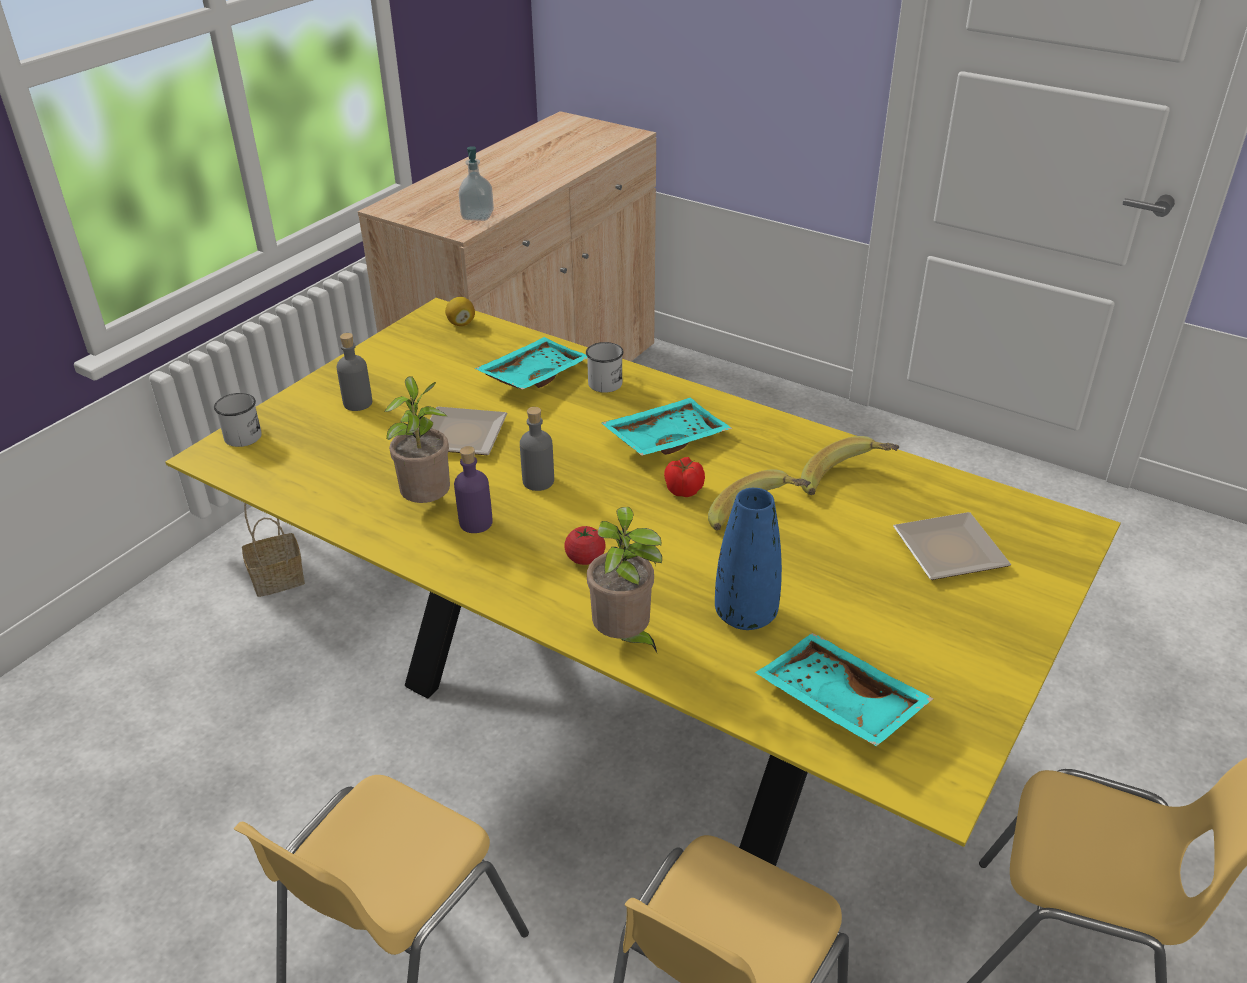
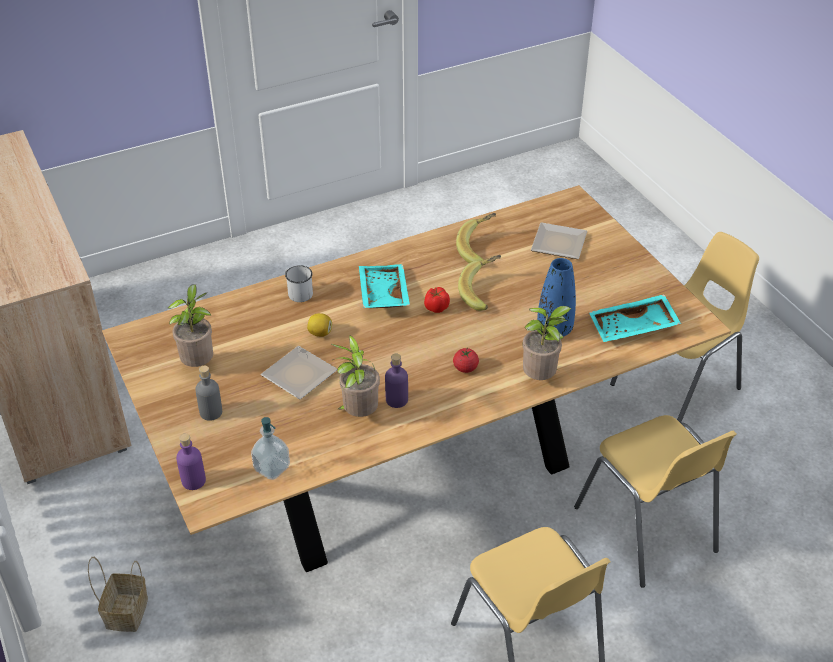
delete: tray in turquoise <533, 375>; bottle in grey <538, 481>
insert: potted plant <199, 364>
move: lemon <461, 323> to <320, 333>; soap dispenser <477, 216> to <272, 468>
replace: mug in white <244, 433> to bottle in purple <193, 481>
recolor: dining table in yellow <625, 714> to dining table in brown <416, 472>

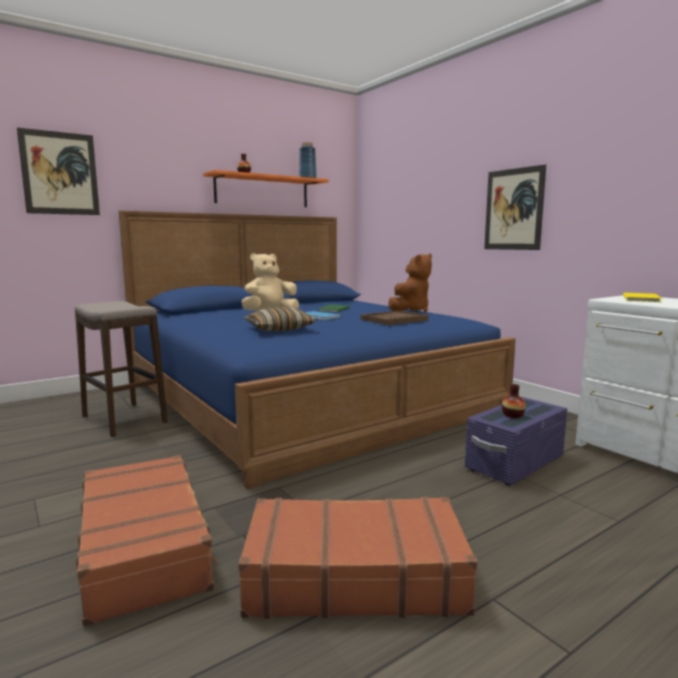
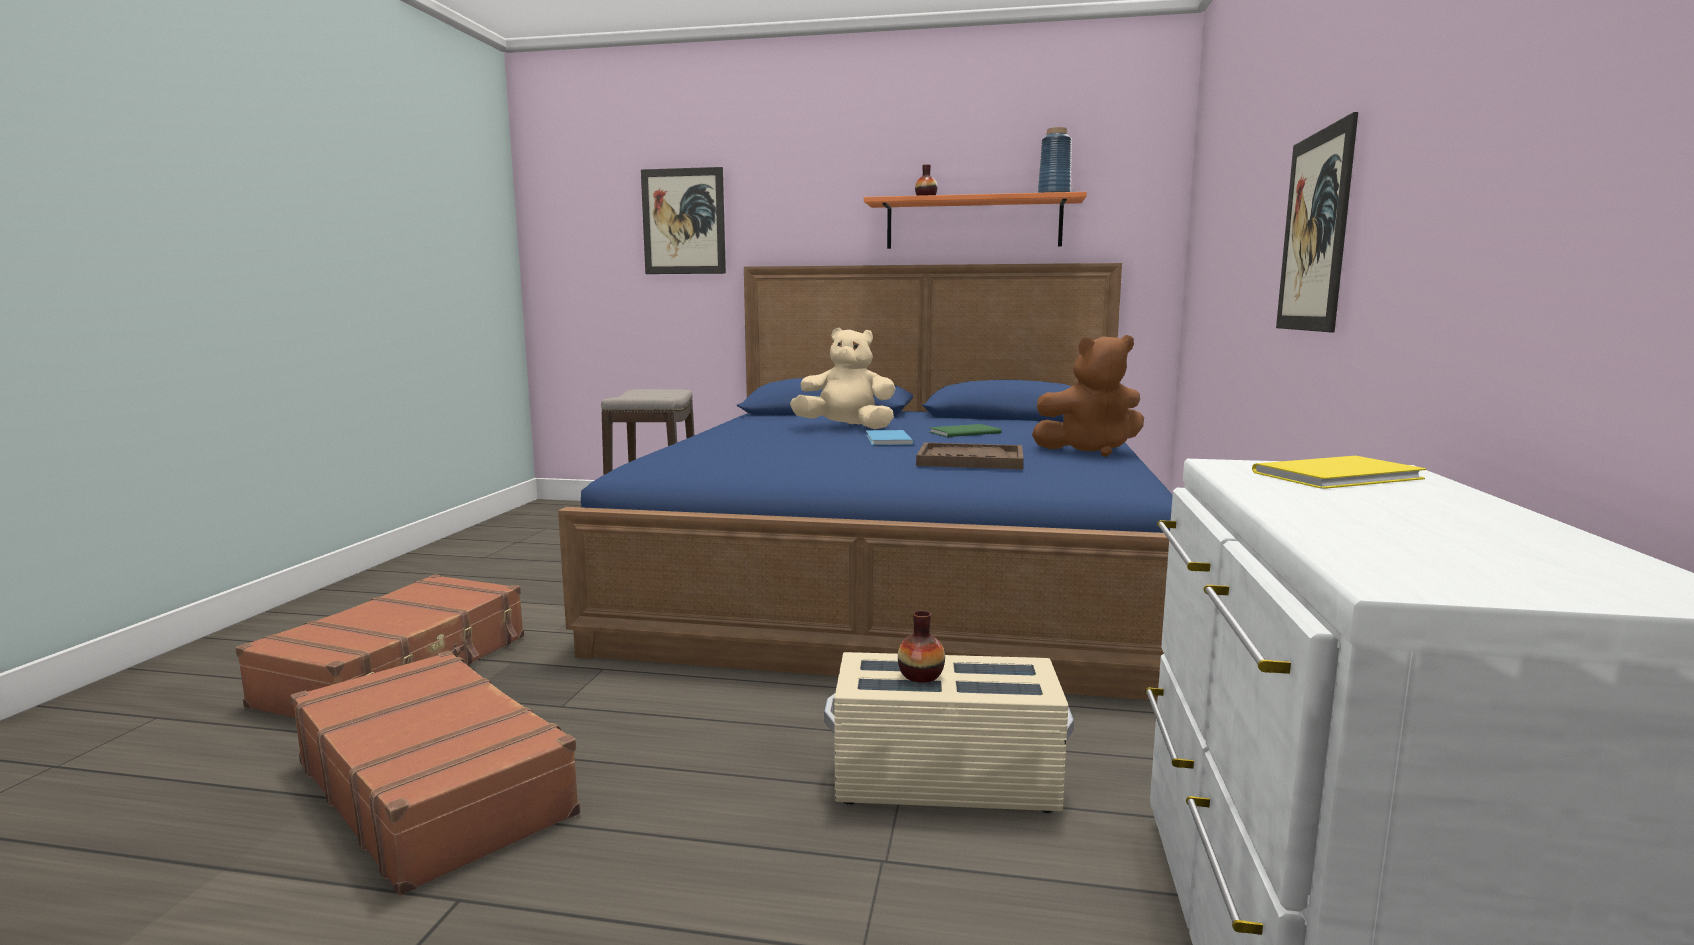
delete: pillow <279, 329>
recolor: storage box in purple <514, 463> to storage box in beige <944, 782>

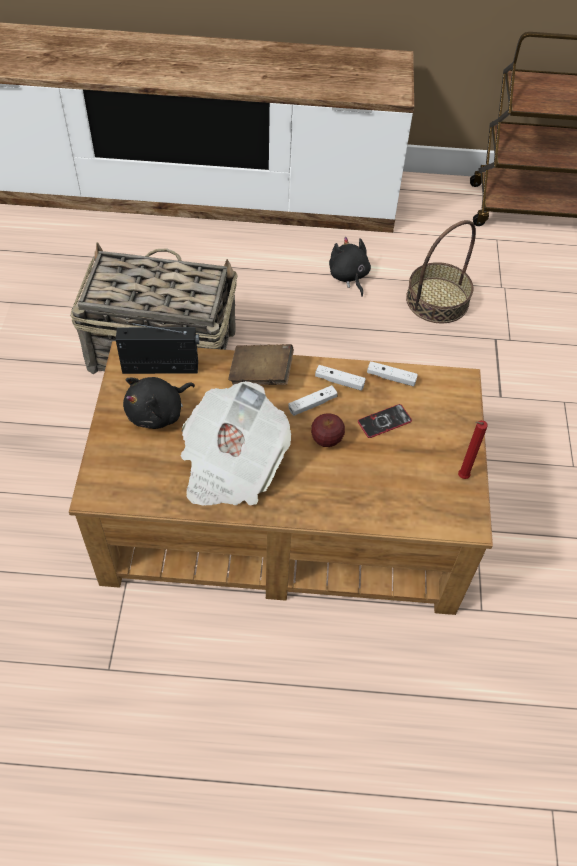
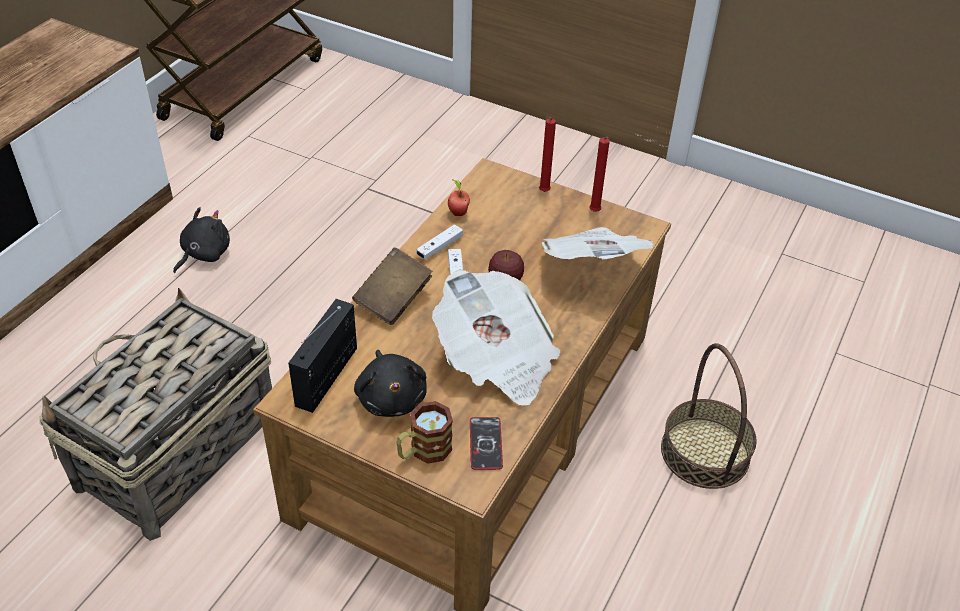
insert: mug <423, 451>; candle in red <543, 192>; newspaper <593, 266>
move: phone <384, 421> to <485, 444>; basket <437, 300> to <705, 452>
replace: game controller in white <391, 377> to apple <457, 213>
rotate: plush toy in black <349, 276> = <204, 254> 120 degrees clockwise

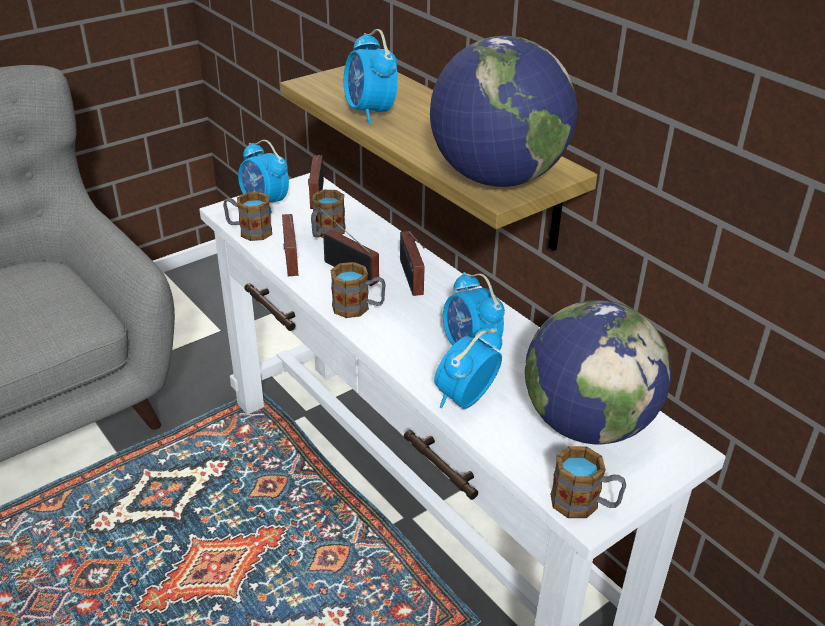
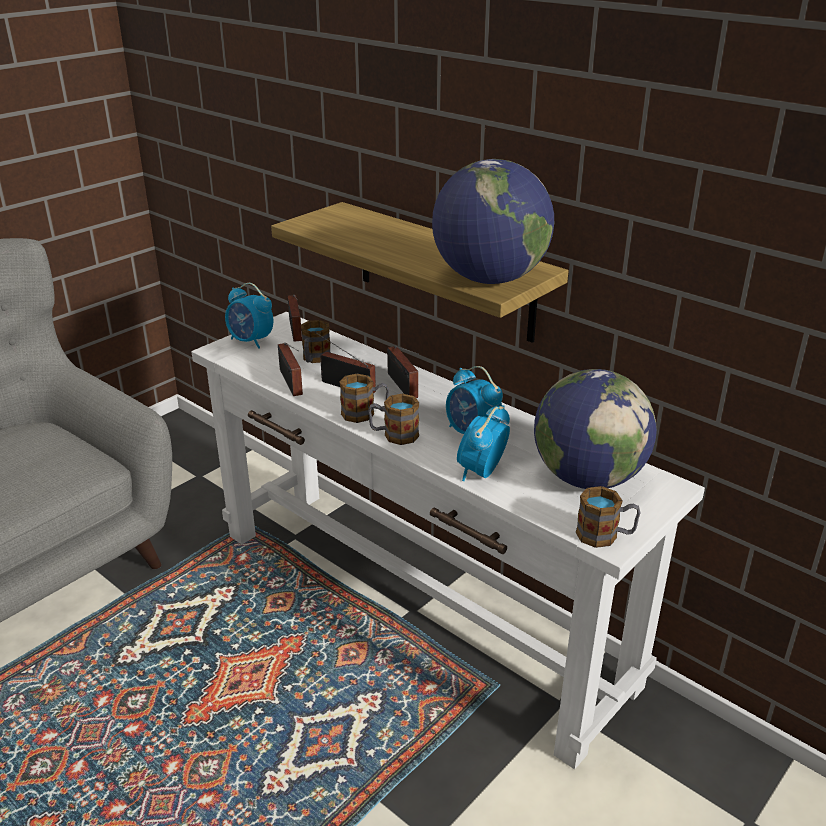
delete: alarm clock <370, 112>
move: mug <249, 231> to <394, 435>

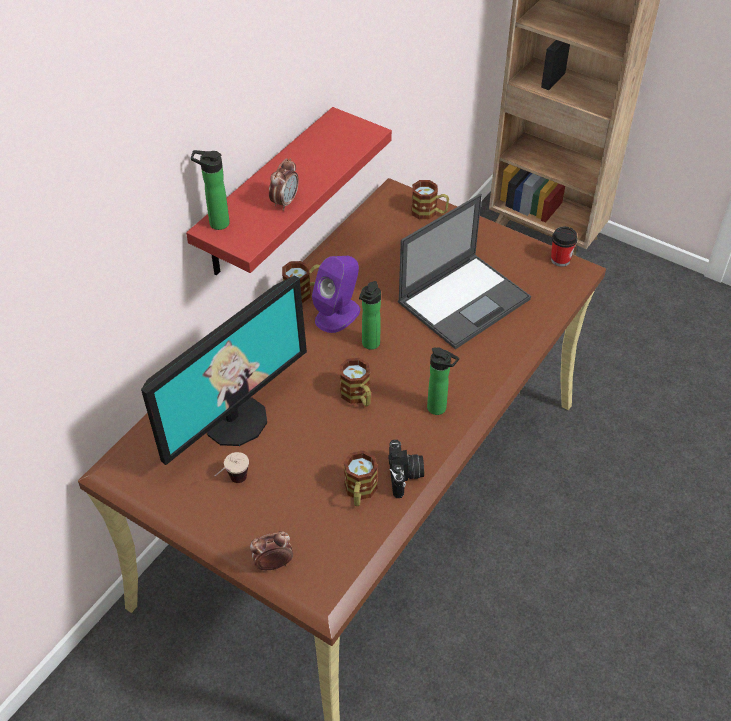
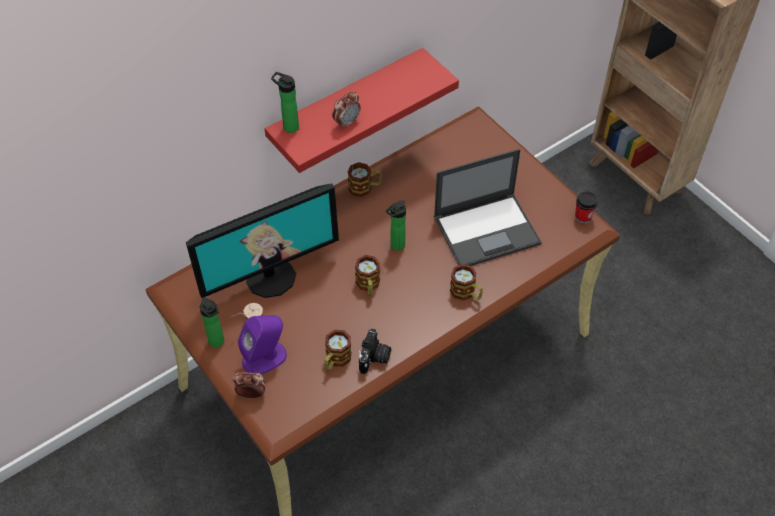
move: speaker in purple <338, 314> to <265, 358>; mug <429, 212> to <466, 293>; bottle <439, 409> to <217, 343>

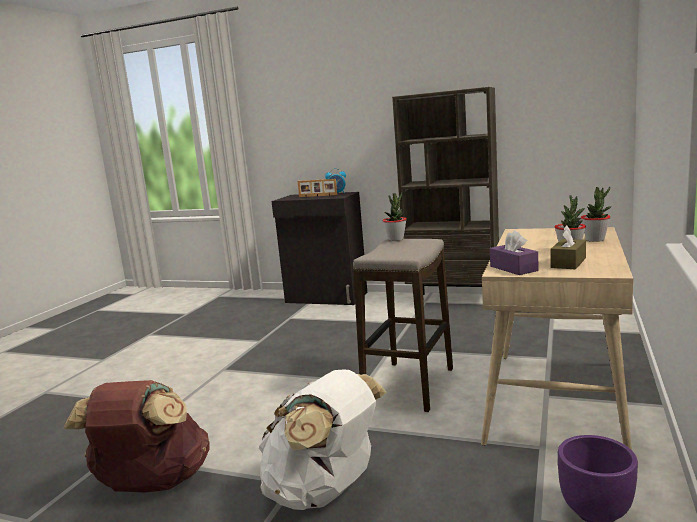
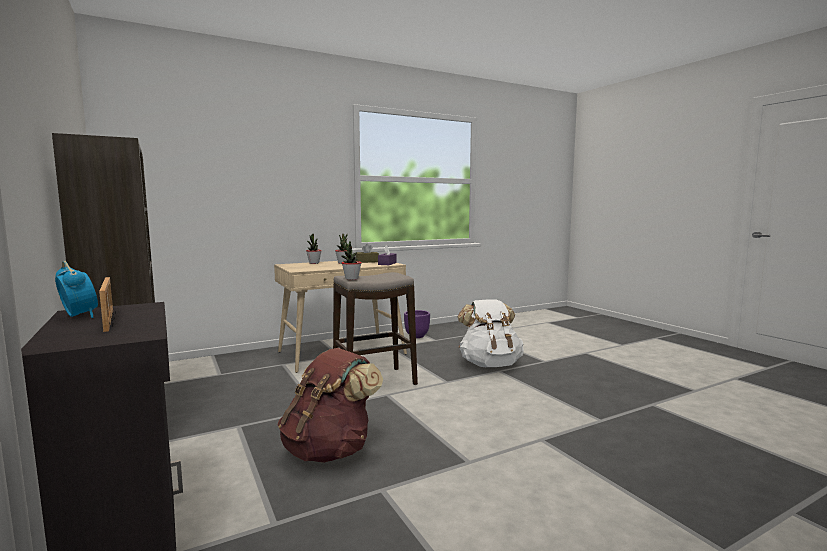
move: backpack in brown <151, 485> to <330, 450>

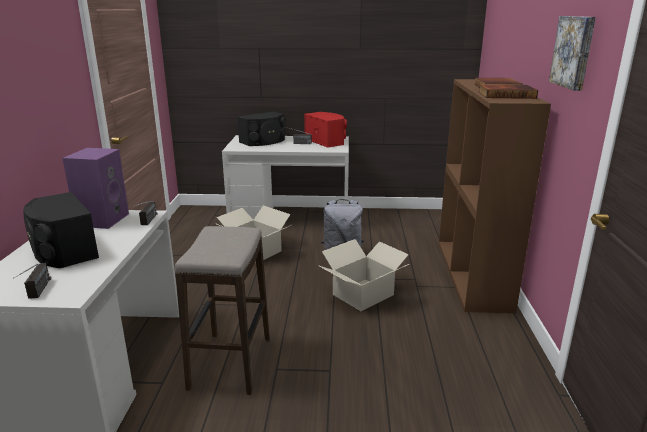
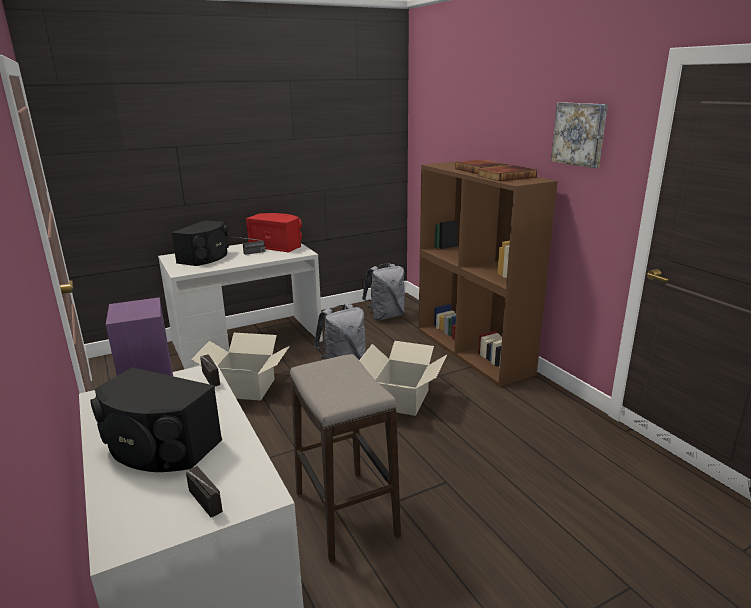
insert: backpack in grey <385, 316>

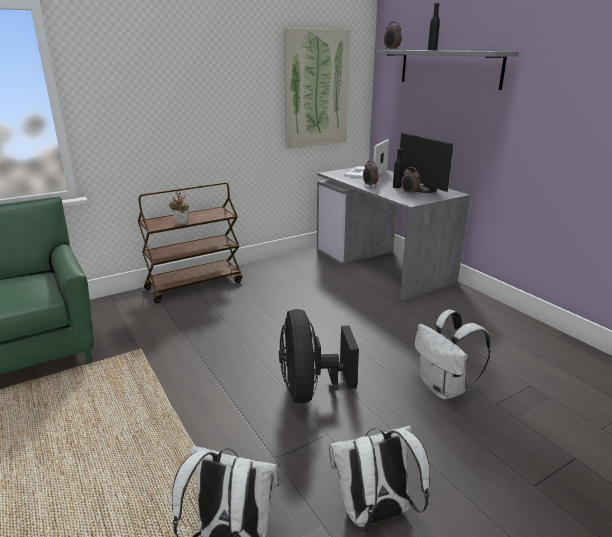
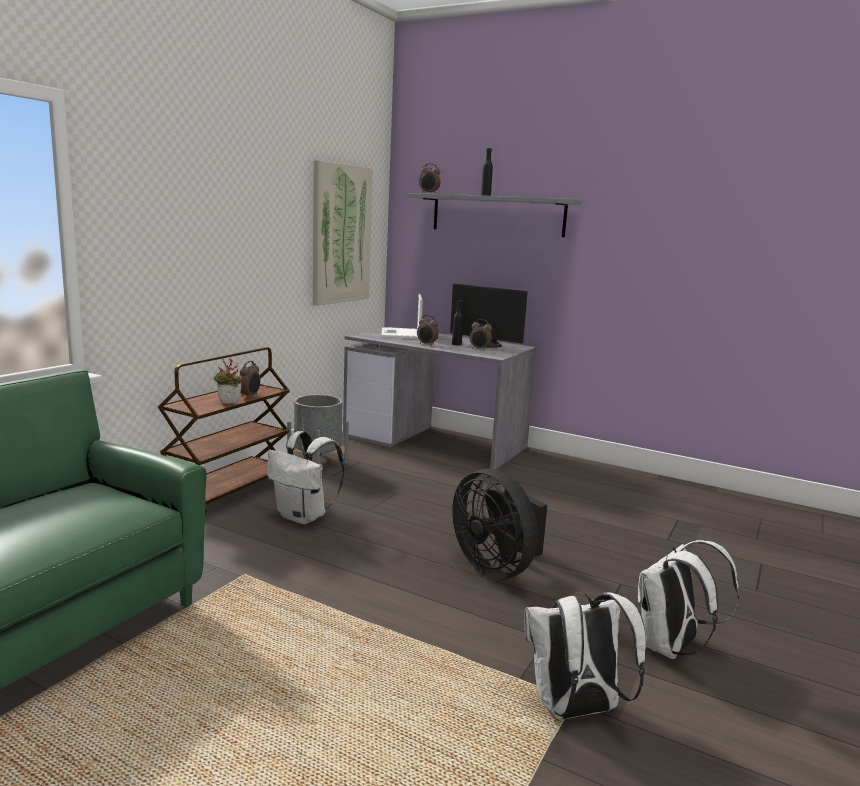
insert: alarm clock <250, 396>; planter in grey <317, 463>
move: backpack in white <444, 388> to <304, 517>

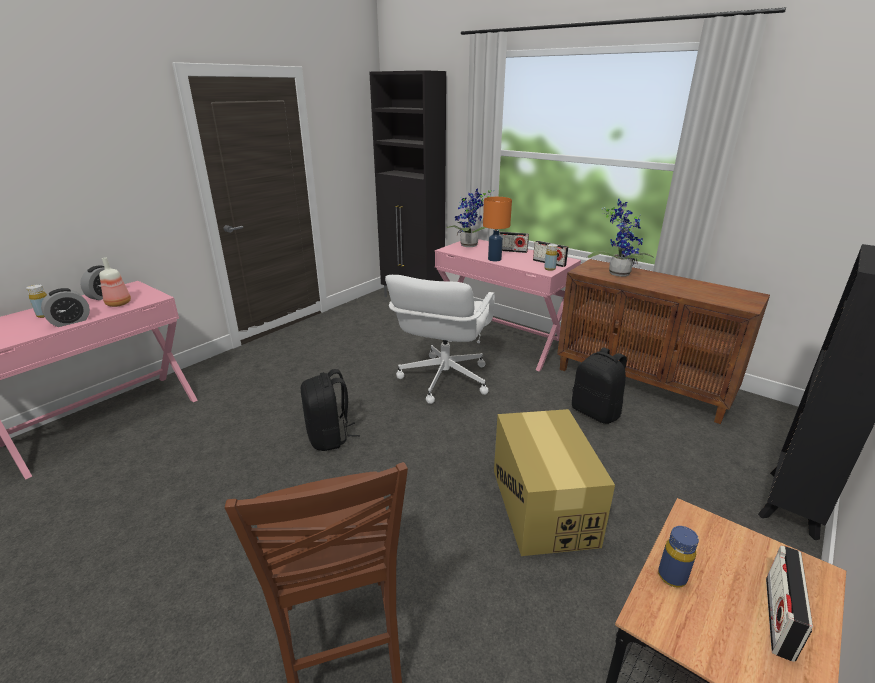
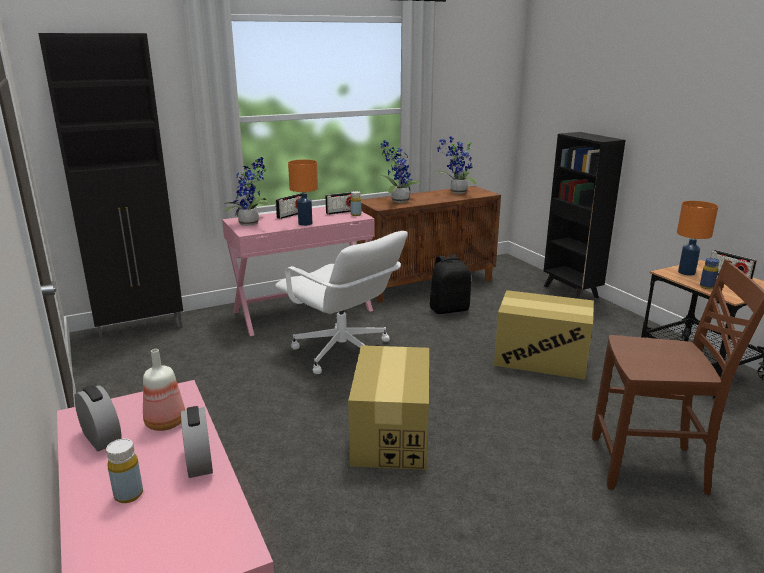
insert: potted plant <456, 192>; table lamp in orange <686, 272>
replace: backpack in black <329, 437> to cardboard box <391, 433>

